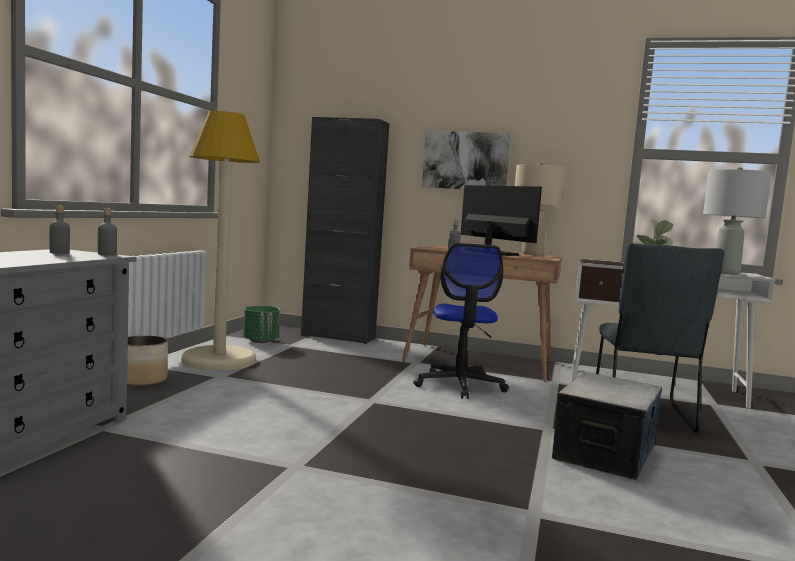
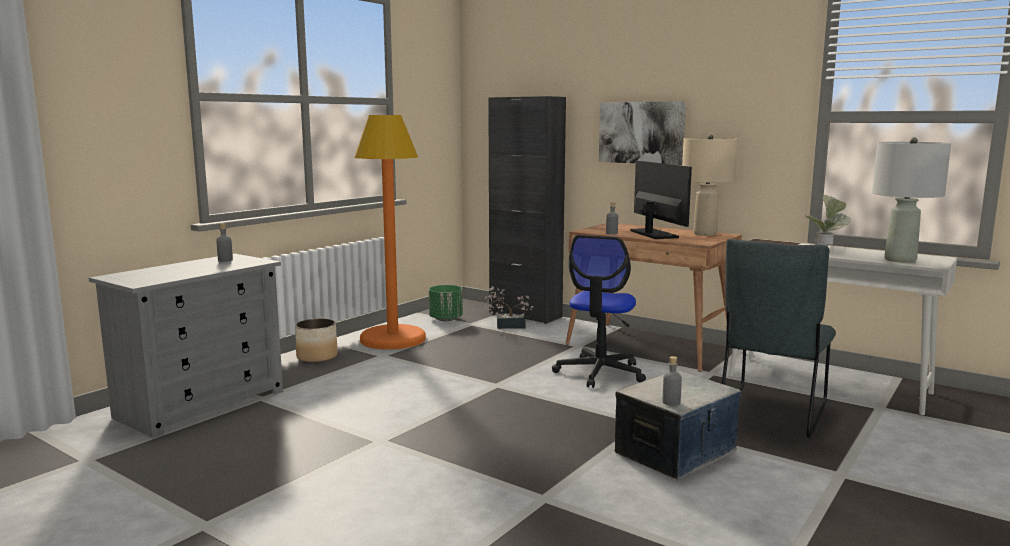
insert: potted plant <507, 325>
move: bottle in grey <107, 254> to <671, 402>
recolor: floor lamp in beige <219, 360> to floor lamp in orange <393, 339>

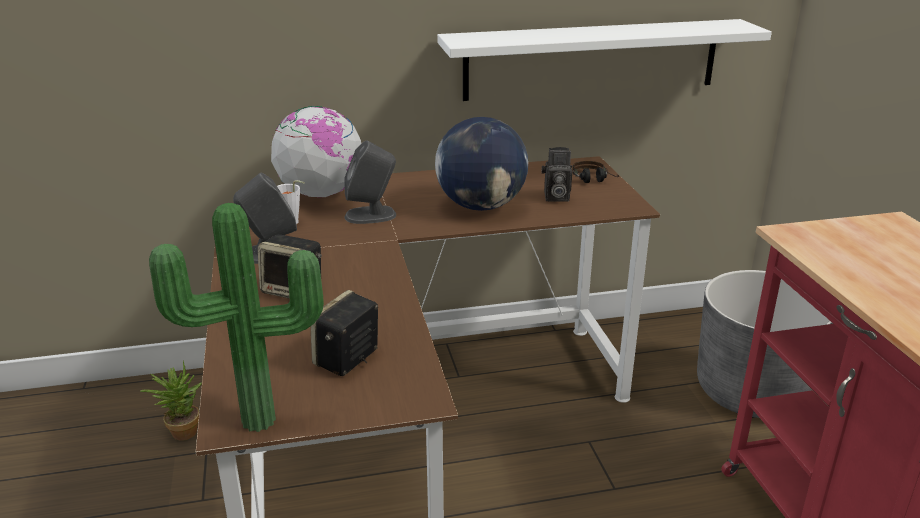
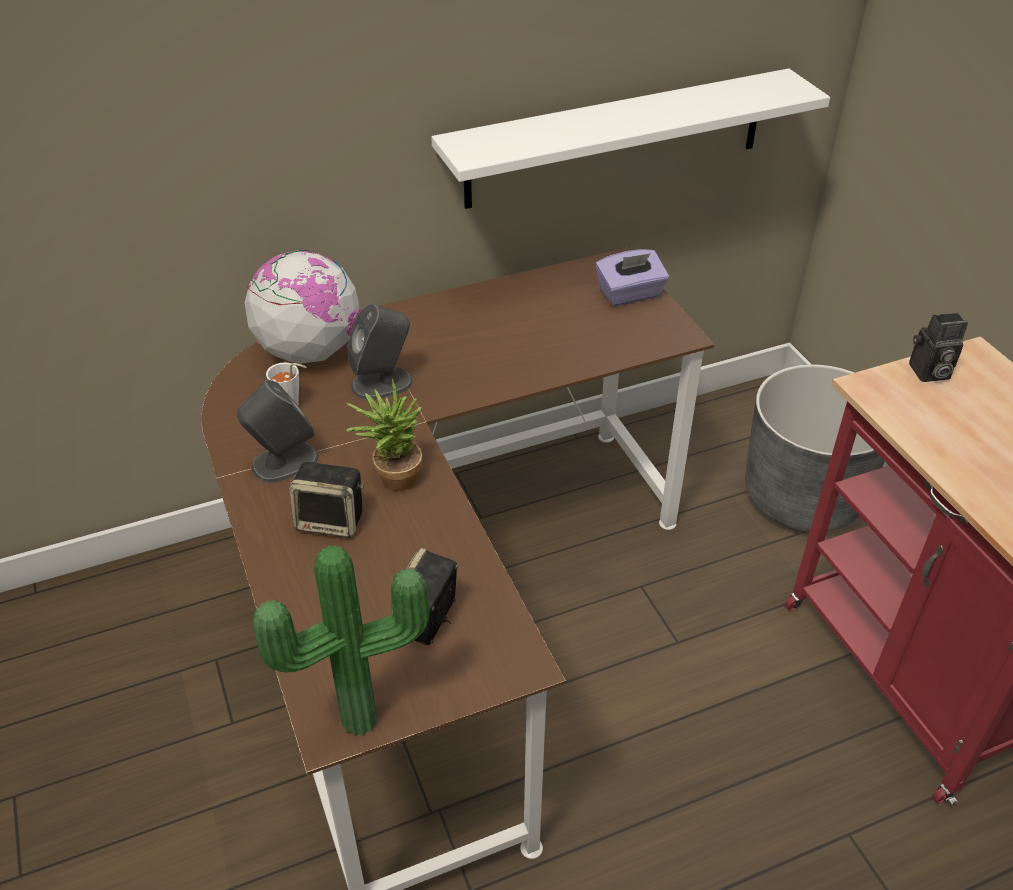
delete: globe <481, 206>
move: potted plant <181, 431> to <392, 477>; photo camera <555, 197> to <928, 373>
replace: headphones <594, 181> to tissue box in purple <630, 294>

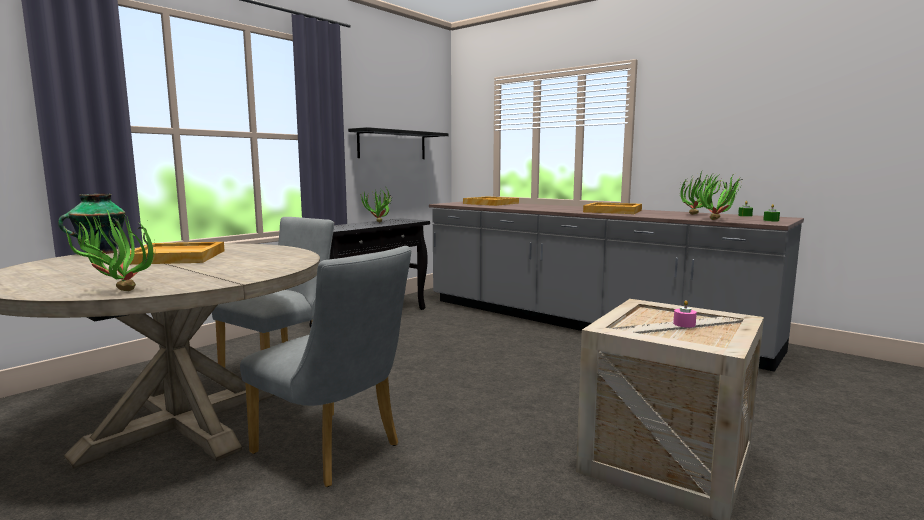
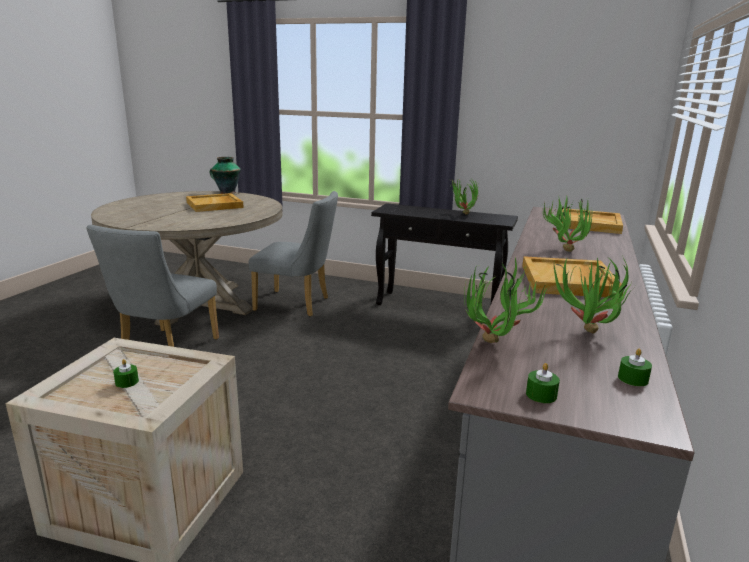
delete: shelf in black <392, 145>
move: potted plant <117, 291> to <563, 249>
recolor: candle in pink <684, 324> to candle in green <127, 382>

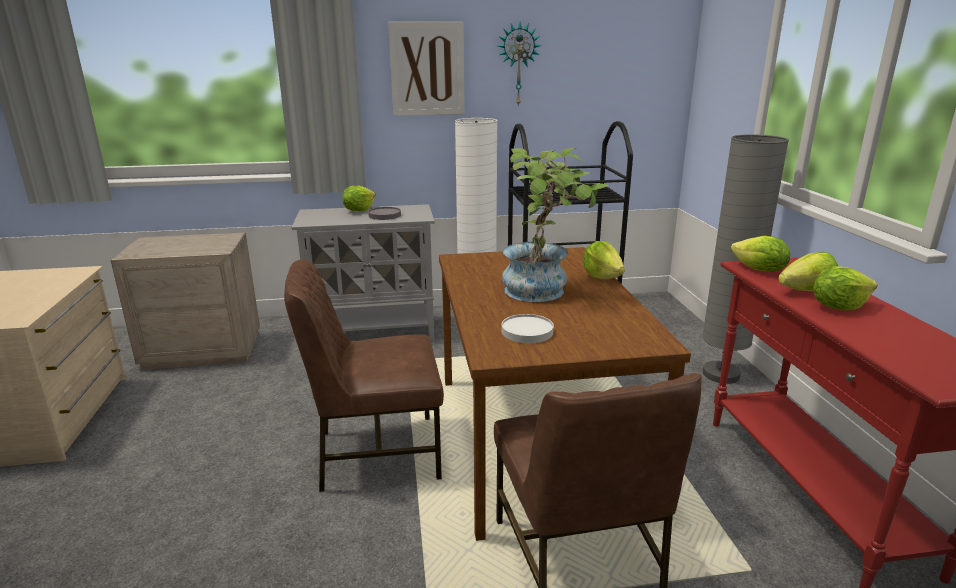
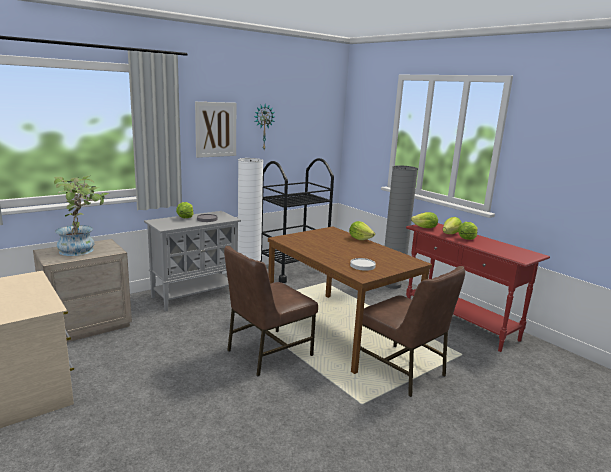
move: potted plant <544, 290> to <82, 250>

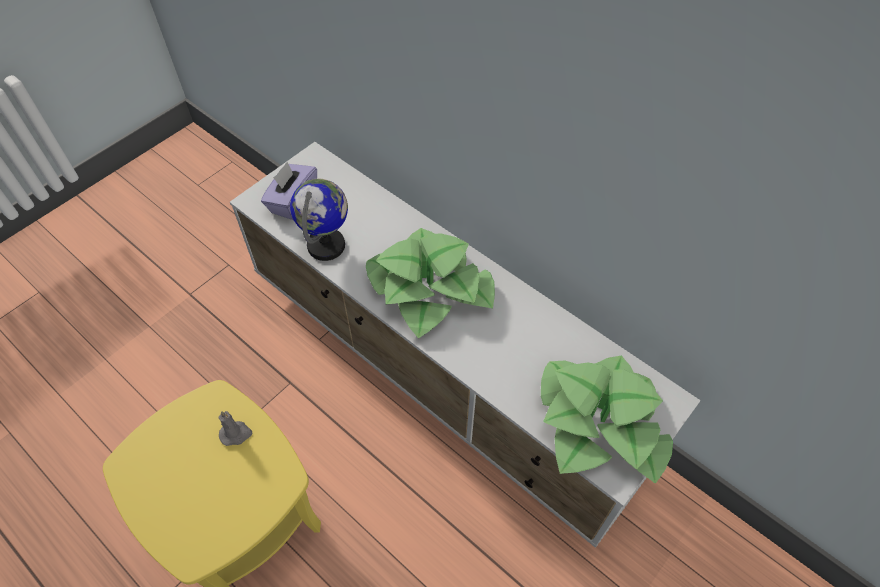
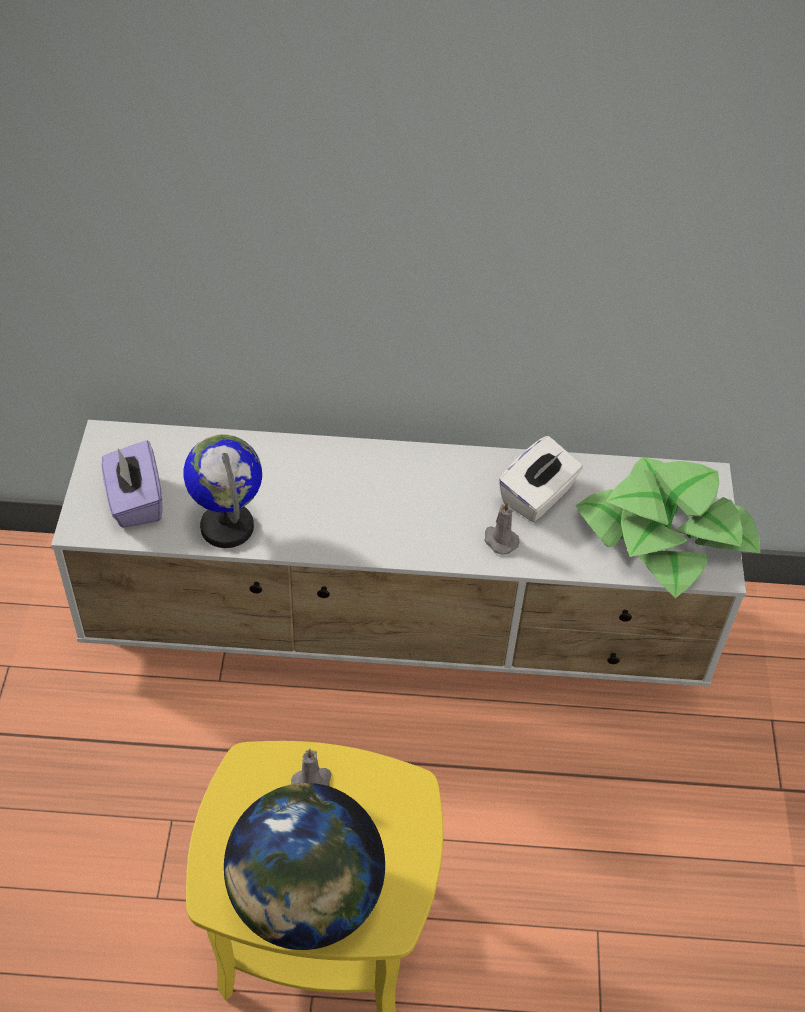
delete: potted plant <430, 288>
insert: globe <306, 899>; candle in grey <499, 540>; tissue box in white <537, 496>

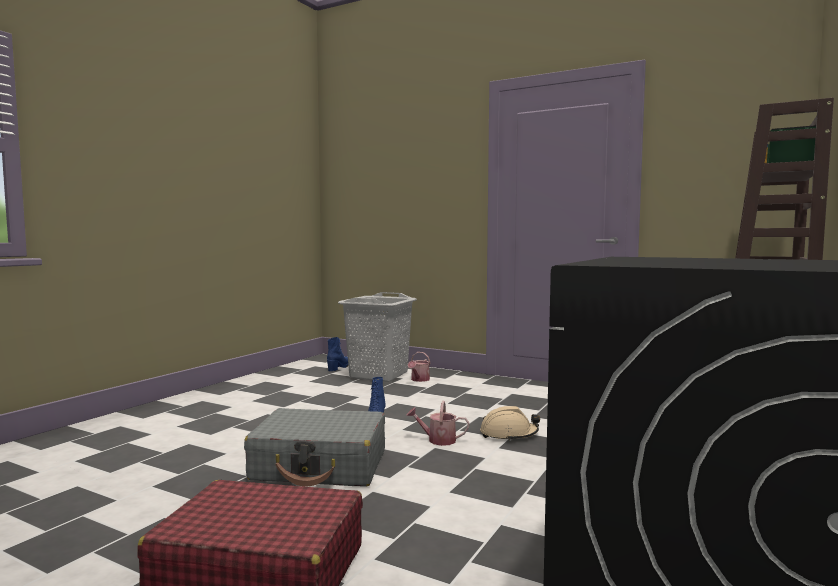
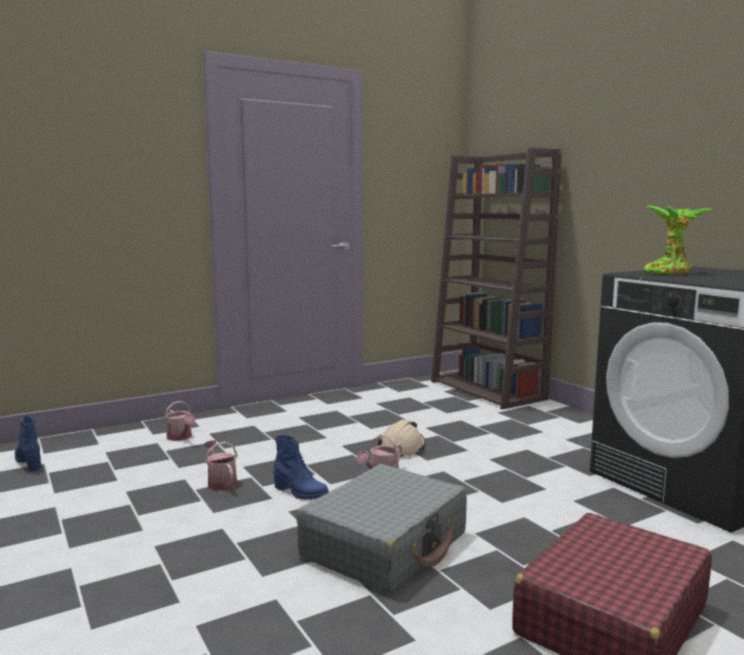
delete: laundry basket in grey <379, 375>
insert: watering can <220, 482>; potted plant <669, 272>

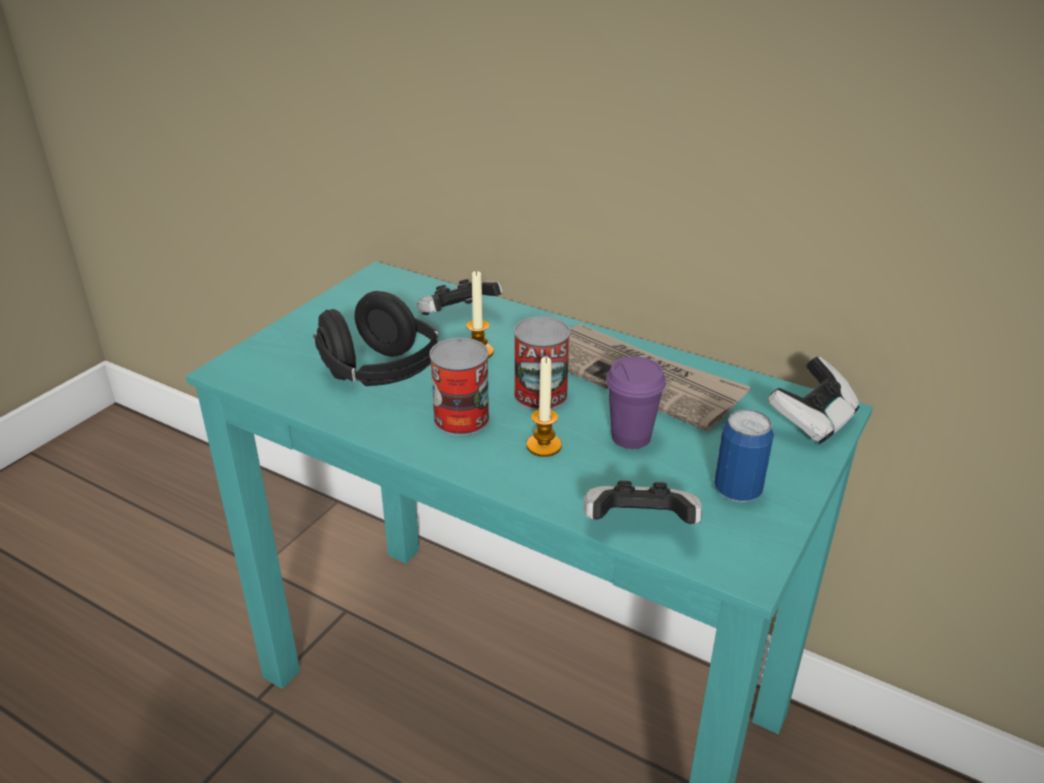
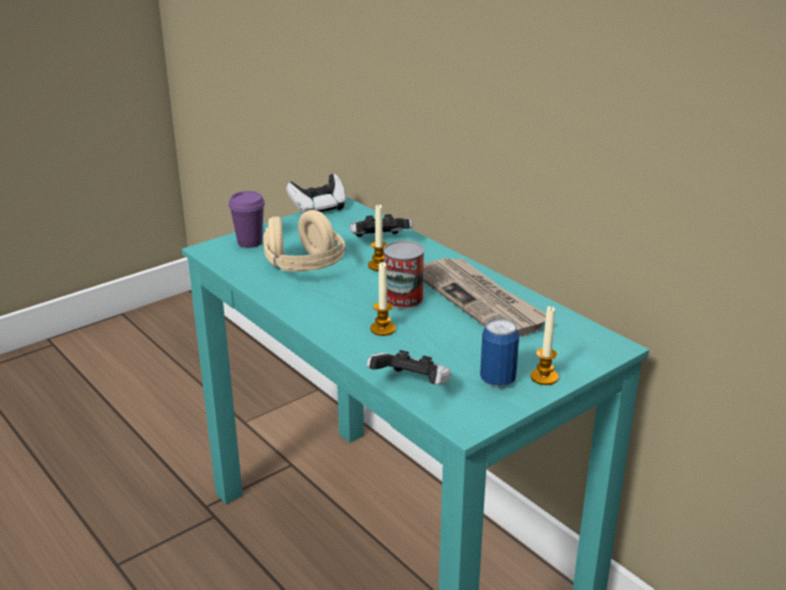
delete: can <461, 419>
insert: candle <544, 377>
move: cup in purple <631, 437> to <249, 242>; game controller <812, 421> to <318, 208>
recolor: headphones in black <380, 374> to headphones in beige <303, 268>

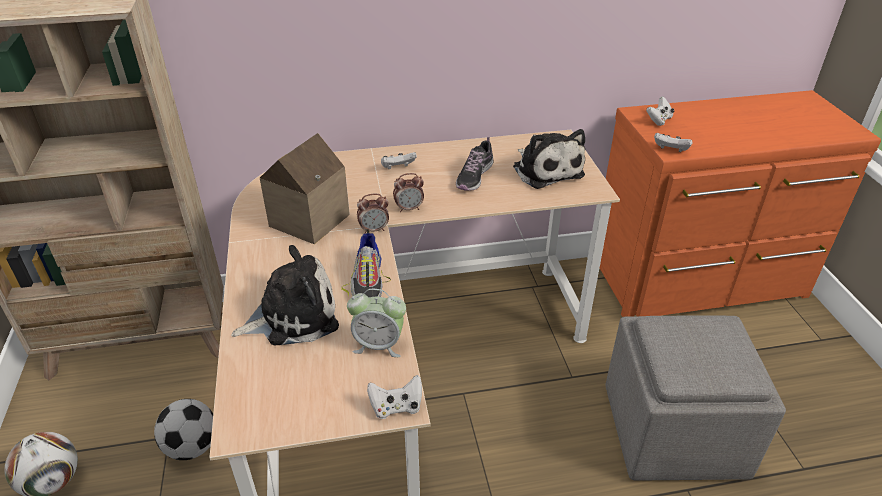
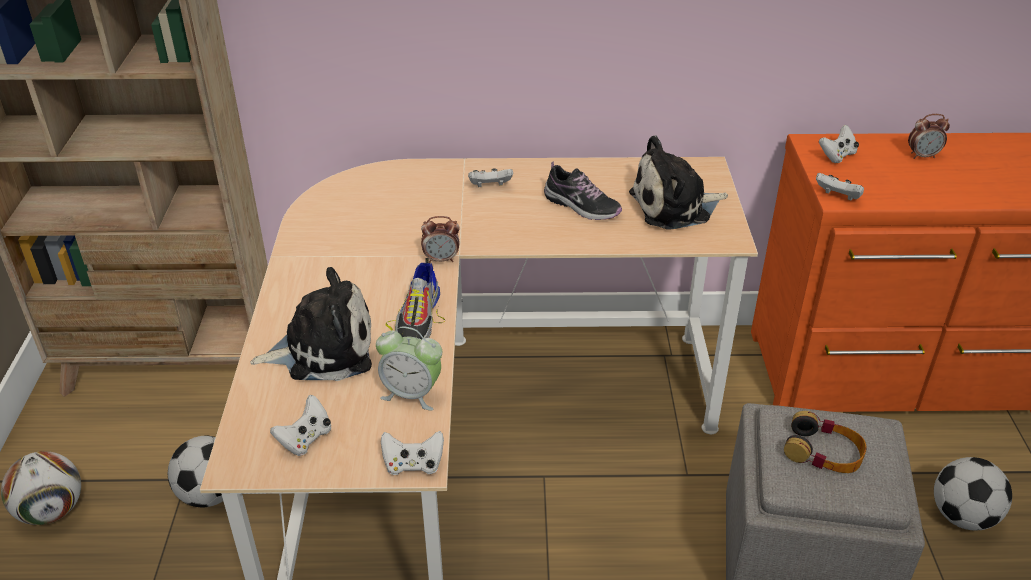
delete: toy house <306, 220>
insert: game controller in white <305, 439>; headphones <823, 452>; football <961, 517>
move: alarm clock <409, 208> to <922, 156>
rotate: shoe <474, 176> = <581, 206> 90 degrees counterclockwise; plush toy <546, 170> = <675, 206> 90 degrees clockwise

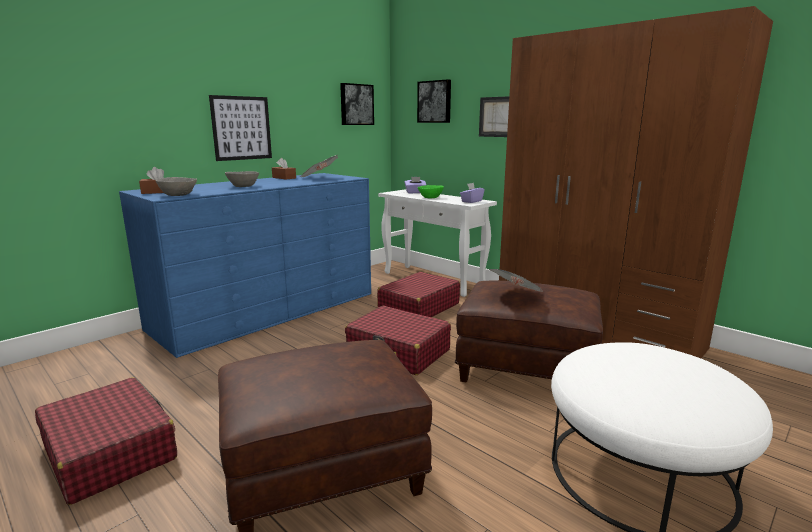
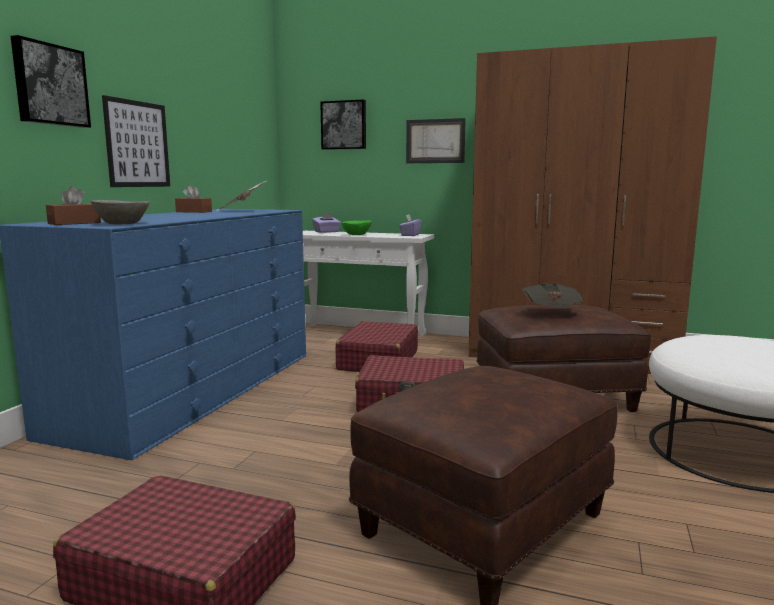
delete: bowl in grey <243, 186>
move: picture <356, 104> to <50, 85>

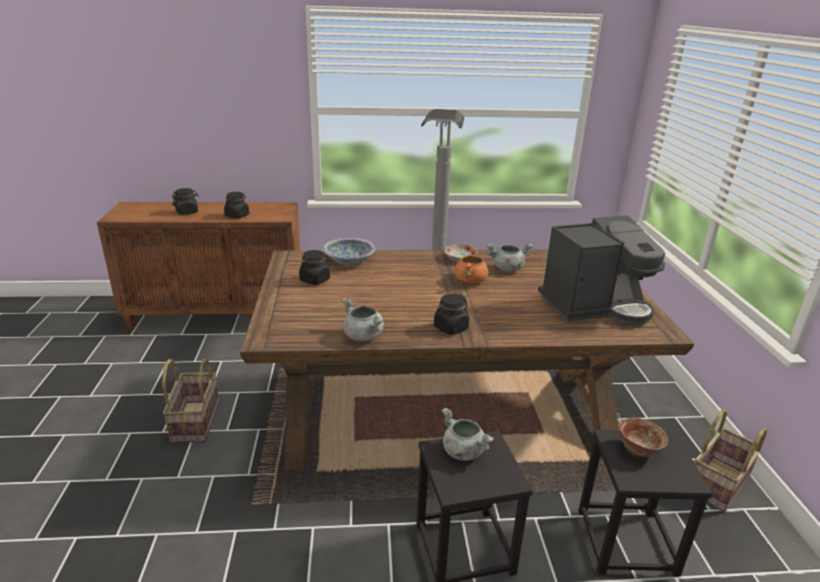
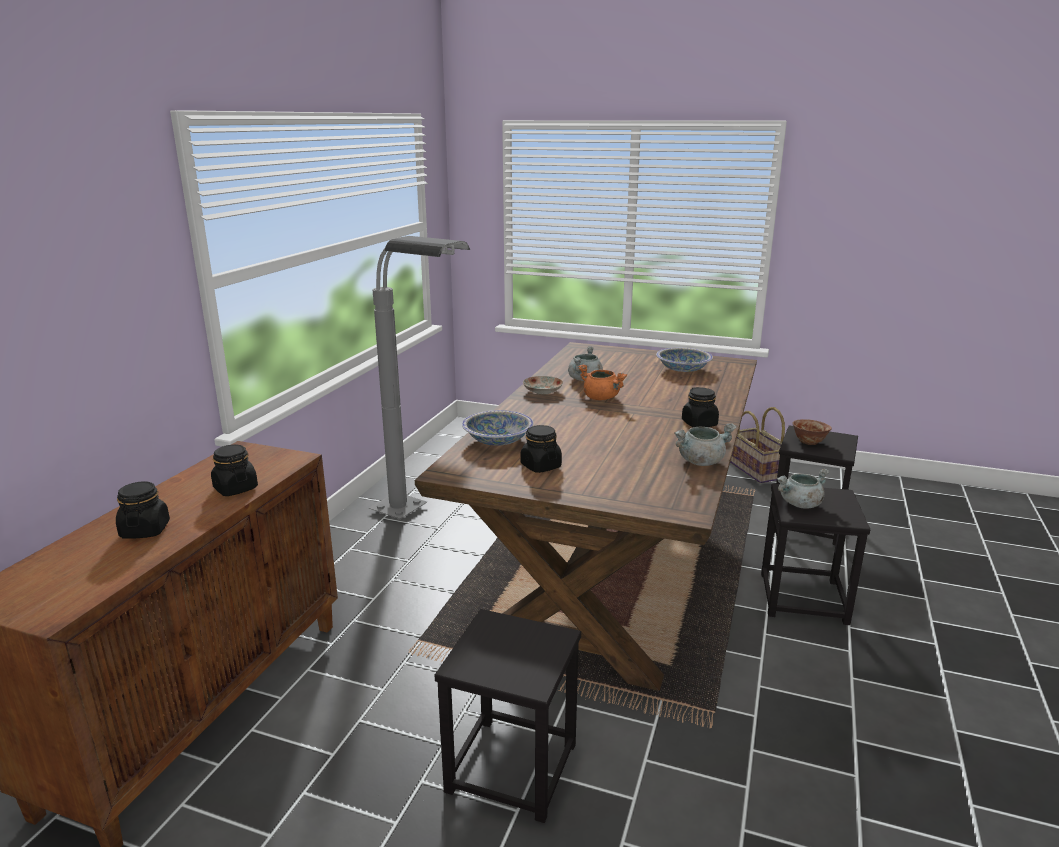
replace: basket <194, 421> to stool in black <511, 768>; coffee machine <595, 306> to bowl <683, 369>

